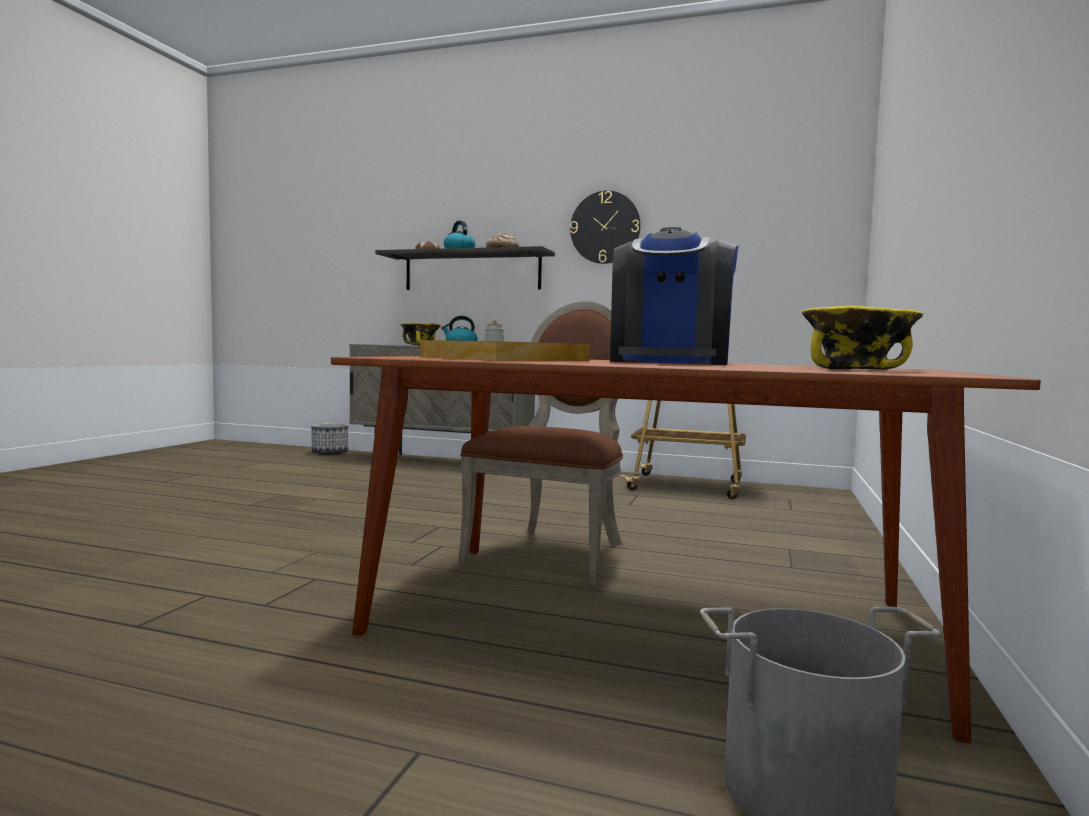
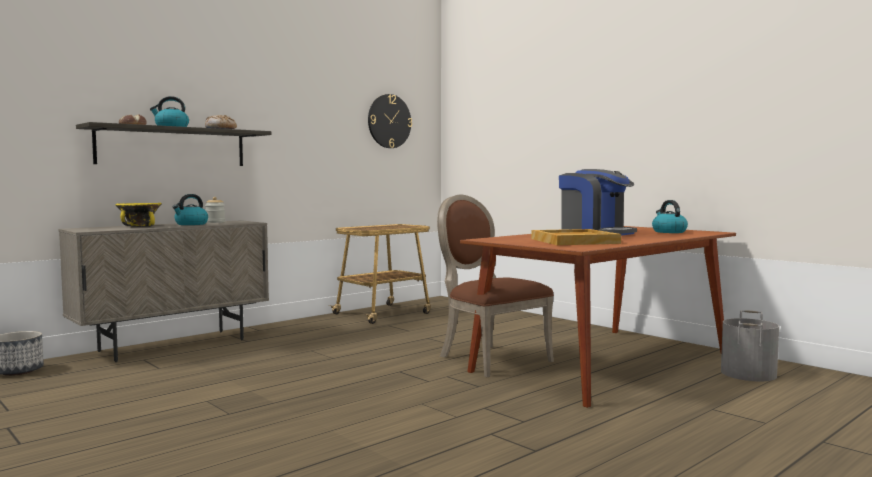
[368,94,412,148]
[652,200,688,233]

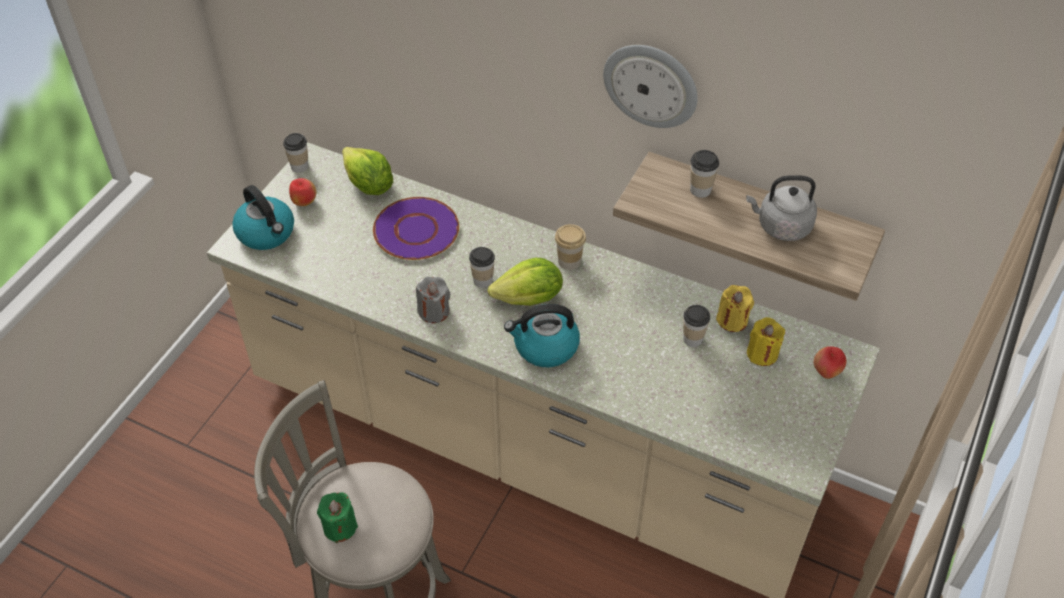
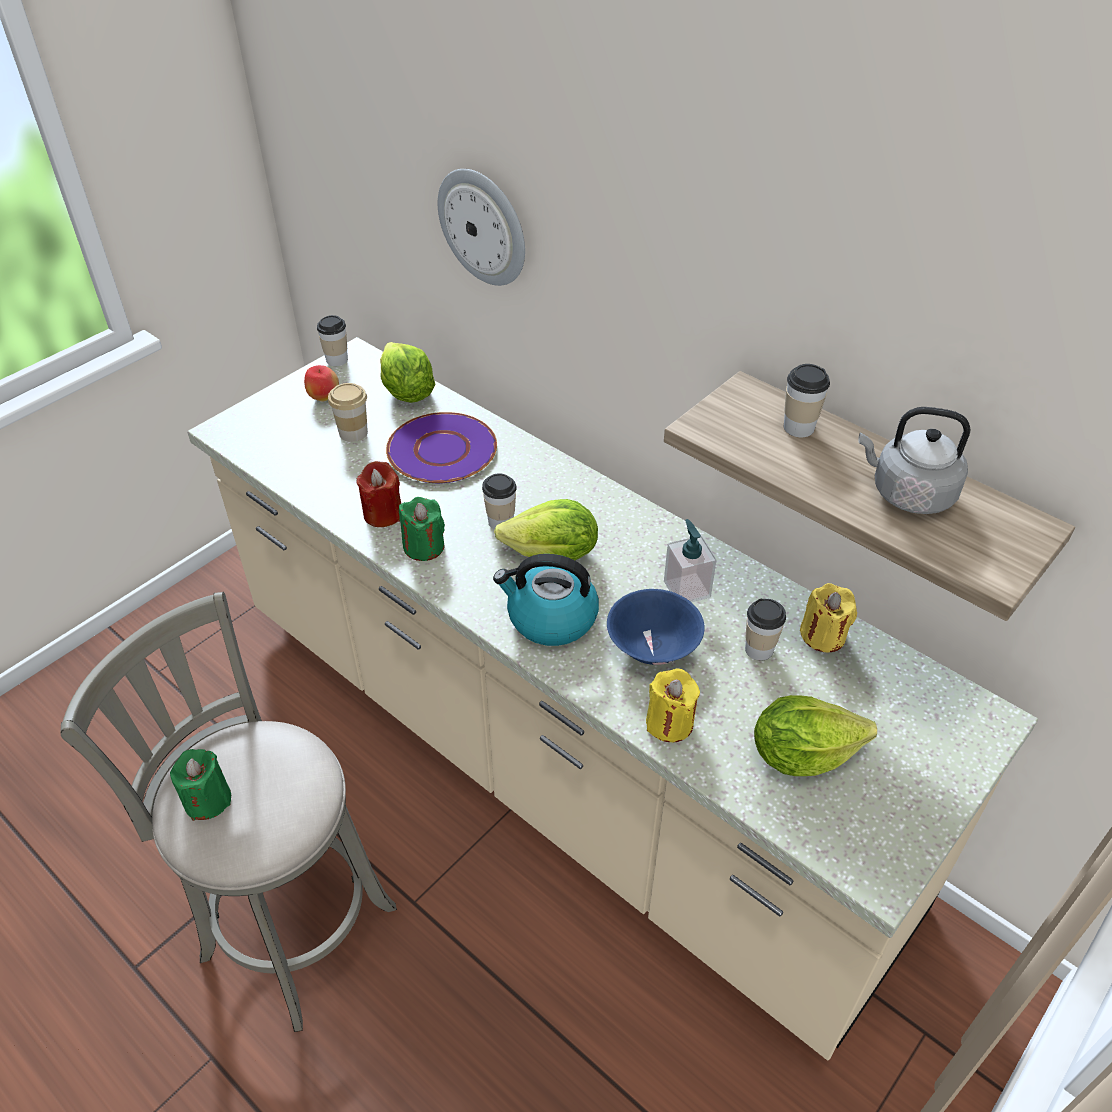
[232,185,294,250] (first image)
[399,497,445,561]
[328,383,368,442]
[438,169,525,286]
[646,668,700,742]
[814,346,846,379] (first image)
[356,461,401,527]
[607,589,705,665]
[664,519,717,602]
[754,695,877,776]

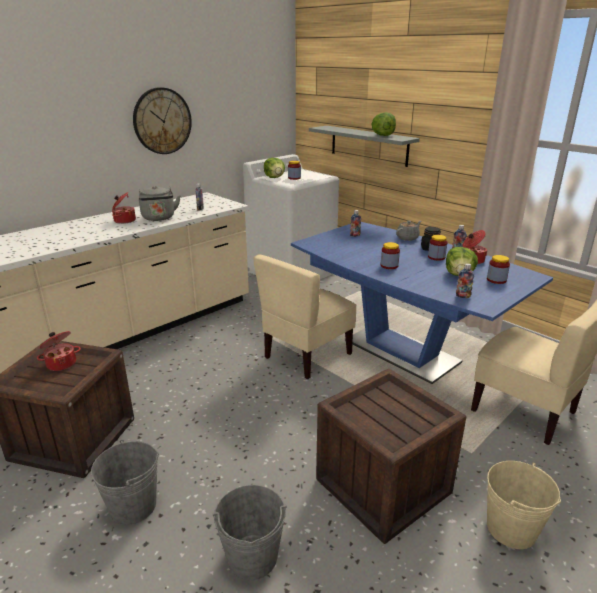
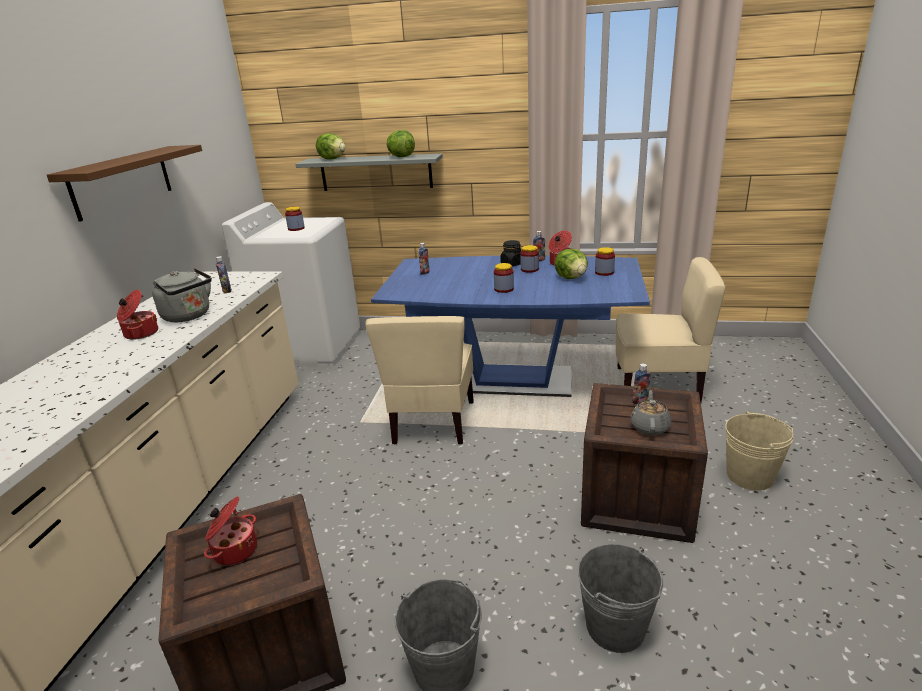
[47,145,202,222]
[316,133,345,159]
[630,390,672,435]
[633,364,650,405]

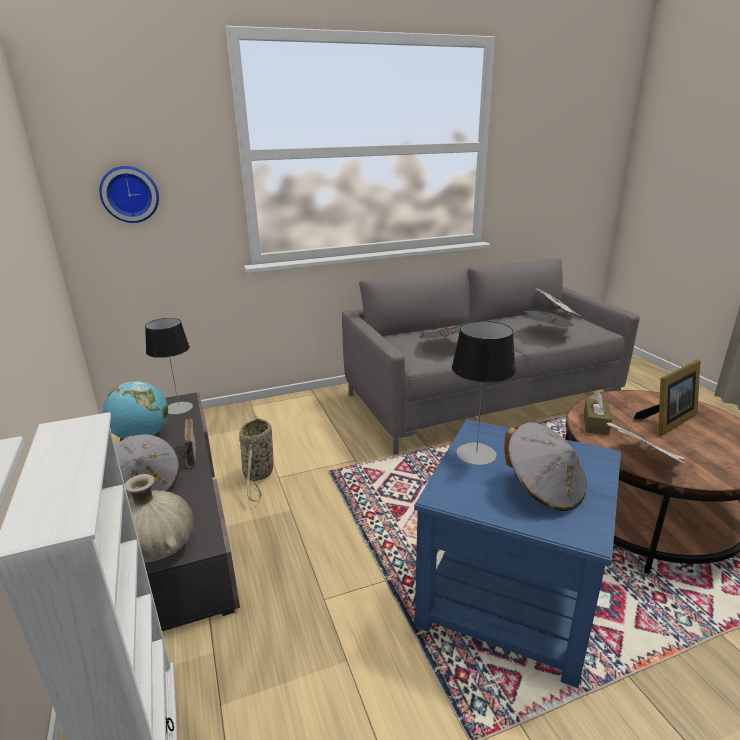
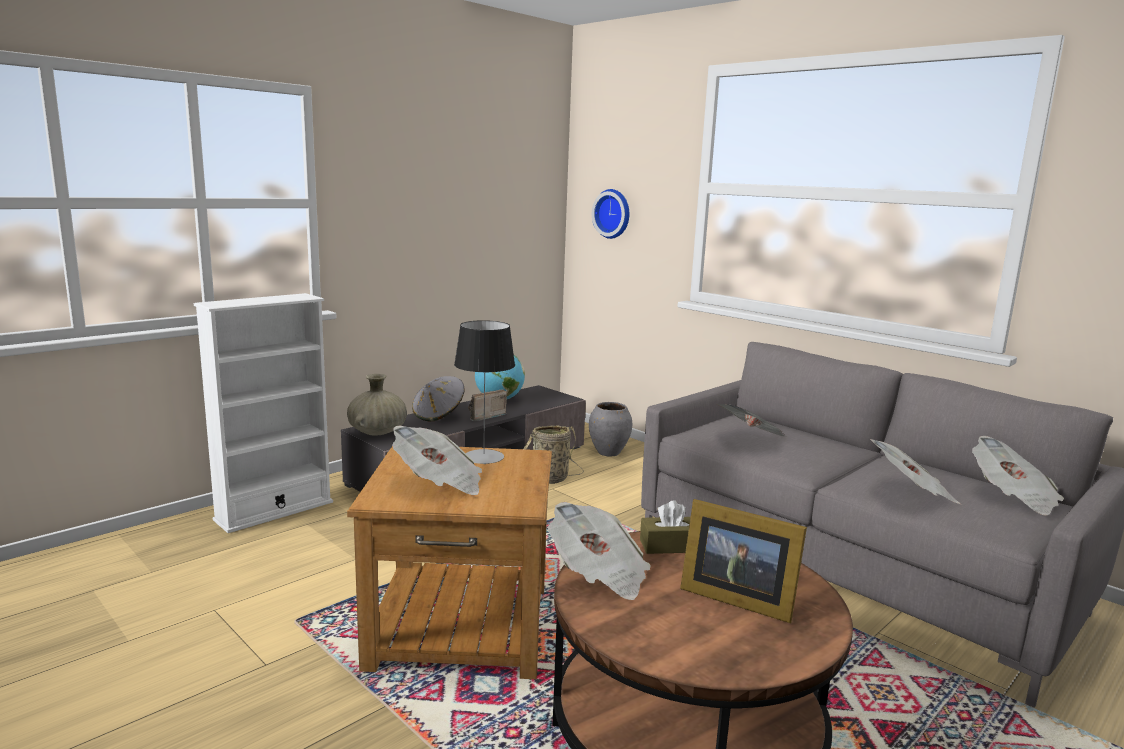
[145,318,193,414] (first image)
[347,446,552,679]
[392,426,482,495]
[589,402,632,456]

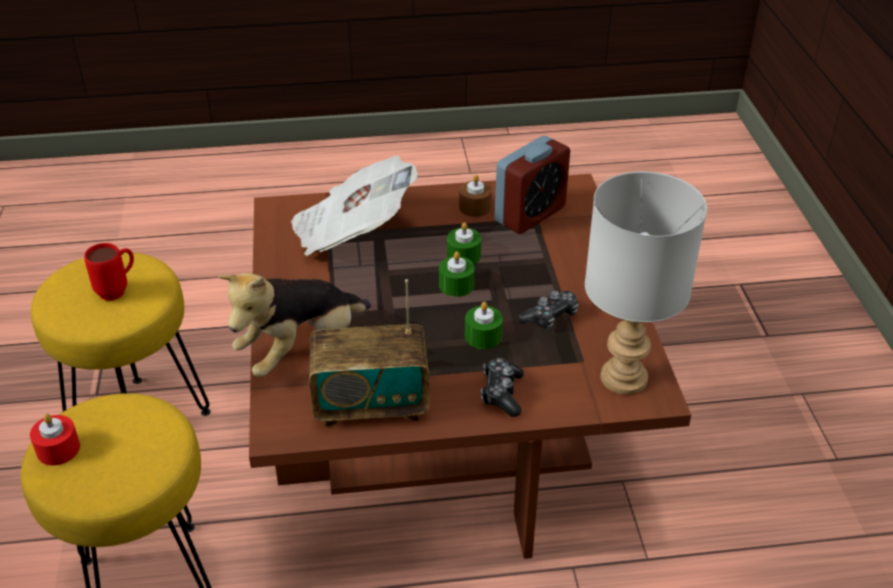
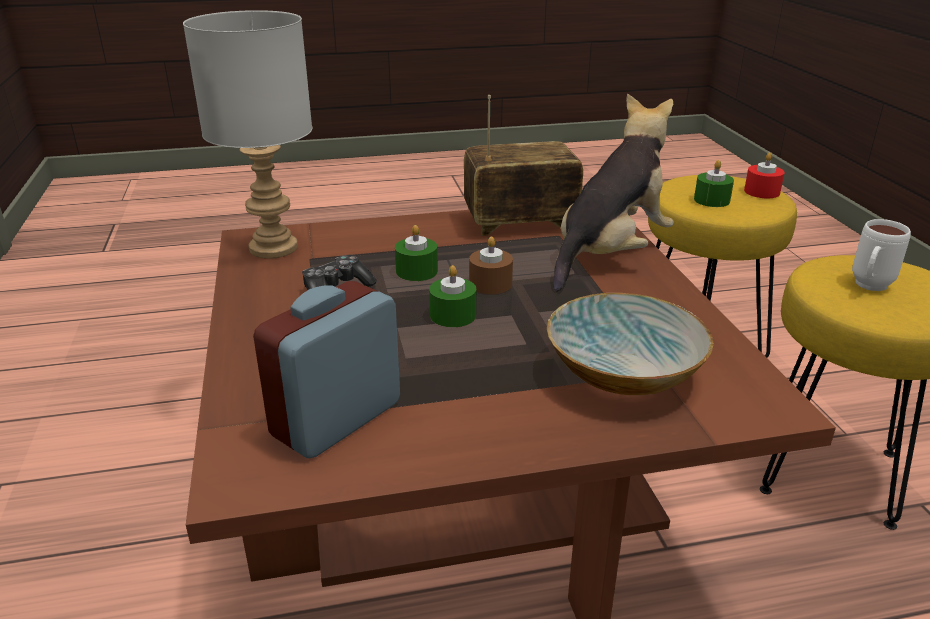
[852,219,911,291]
[547,293,714,395]
[694,160,734,207]
[469,236,513,294]
[481,358,524,417] (first image)

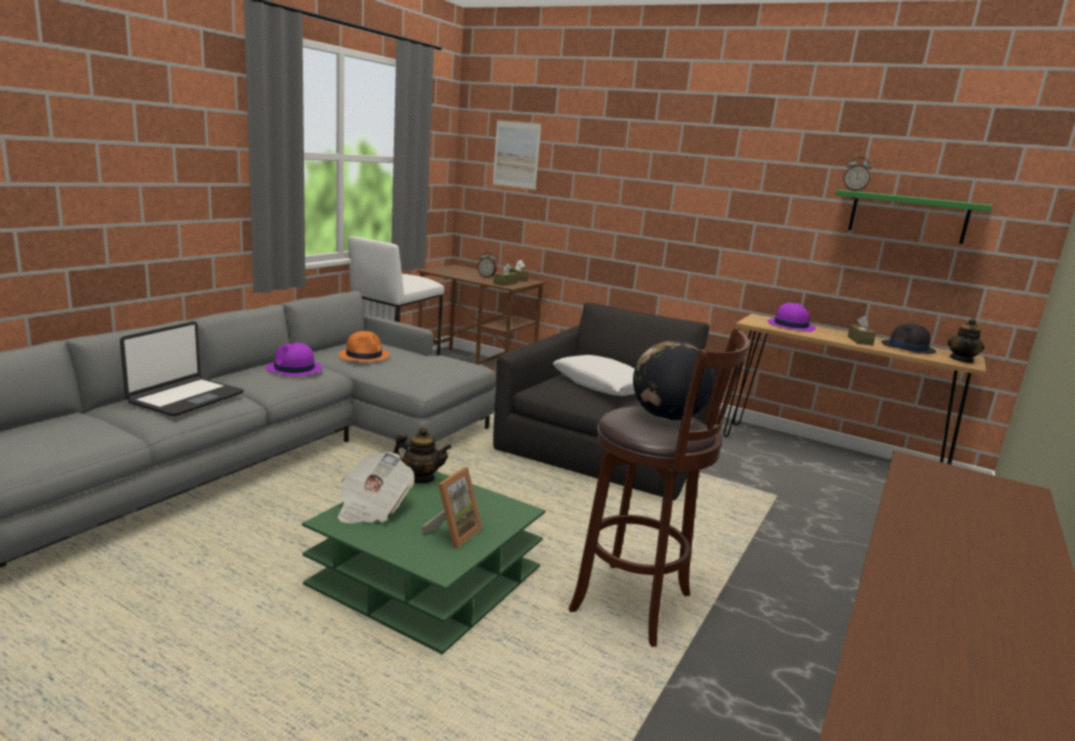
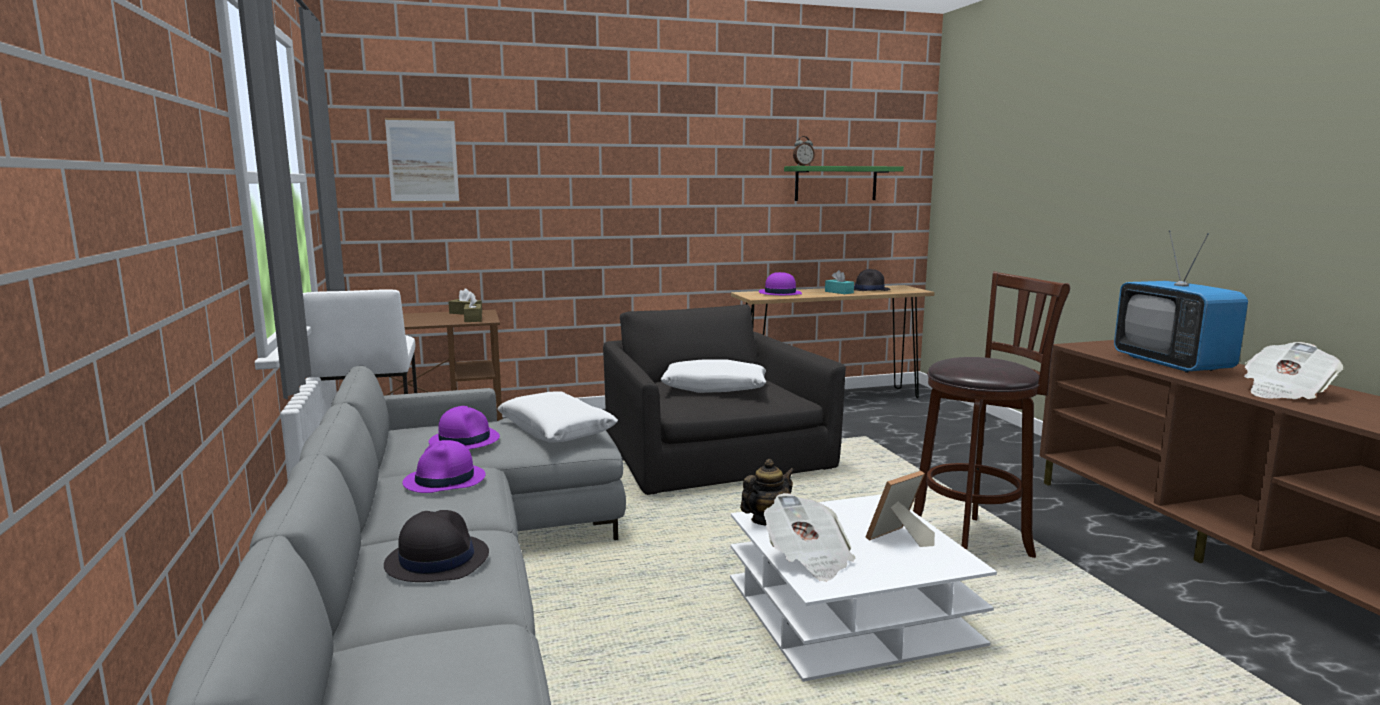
[384,510,489,582]
[730,494,997,682]
[429,406,500,450]
[866,471,935,547]
[478,252,497,278] (first image)
[633,341,714,421] (first image)
[825,270,854,294]
[948,318,985,363] (first image)
[497,391,618,443]
[1114,230,1248,373]
[1244,342,1343,399]

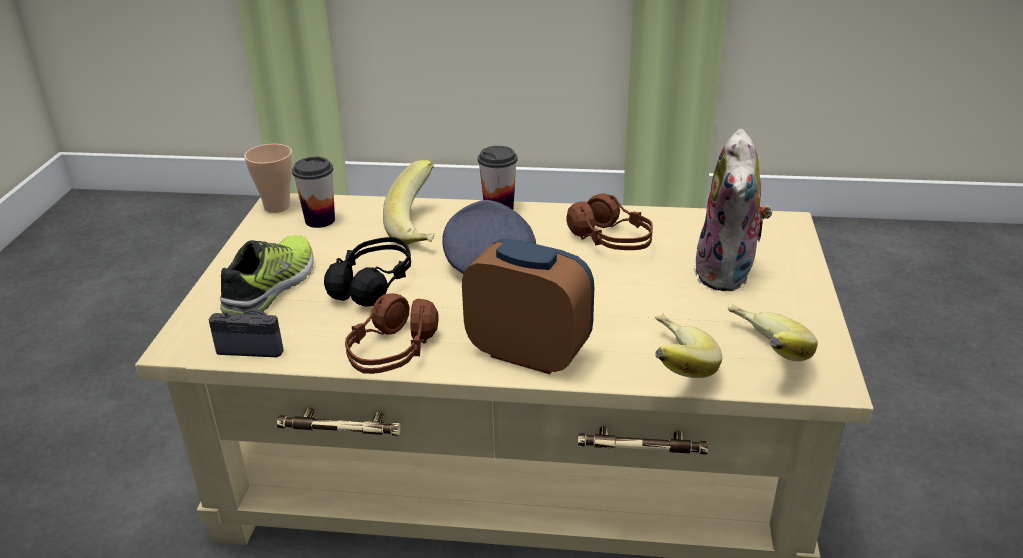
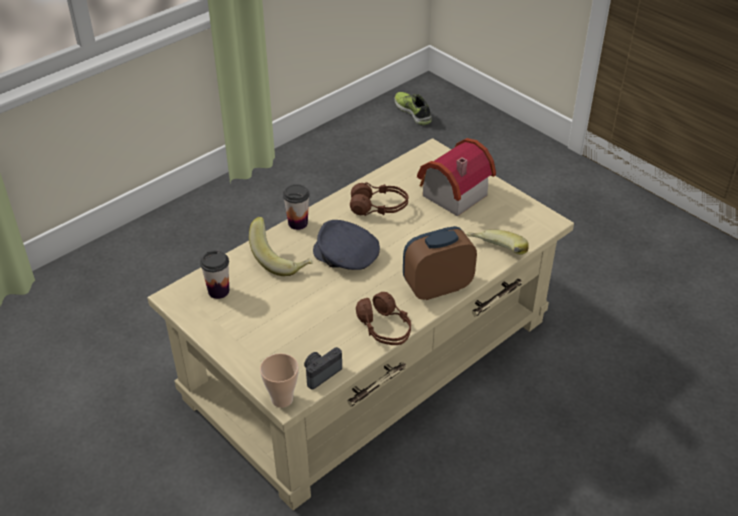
[394,92,432,125]
[260,353,299,408]
[324,237,411,307] (first image)
[417,138,496,216]
[728,304,818,361] (first image)

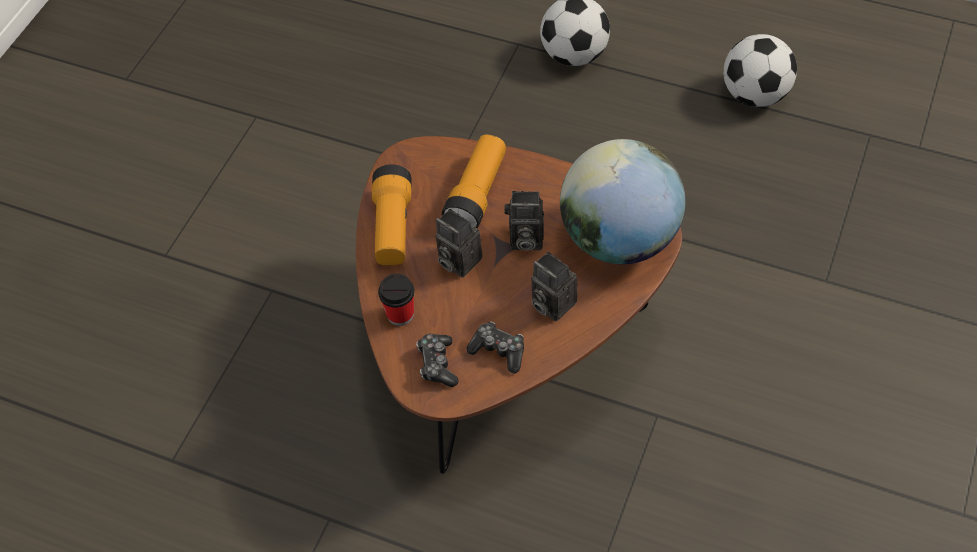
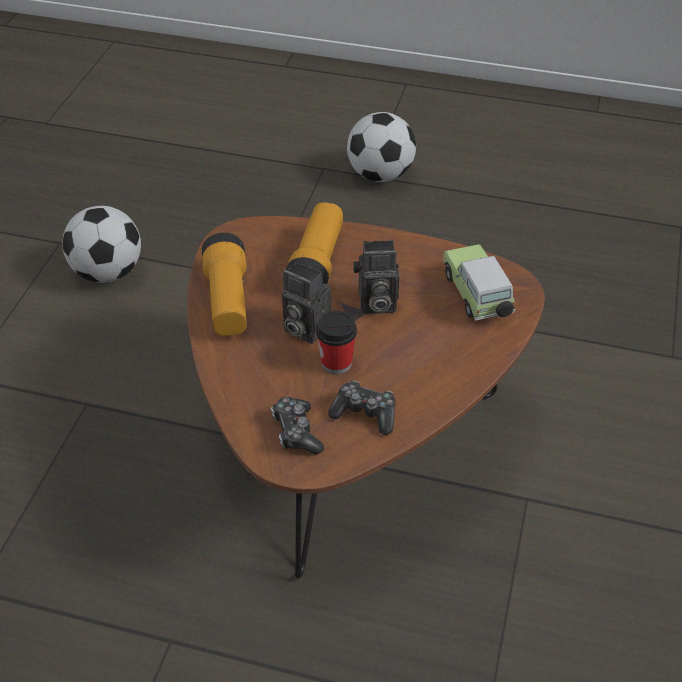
[316,311,357,374]
[531,252,578,321] (first image)
[443,244,515,321]
[62,206,141,283]

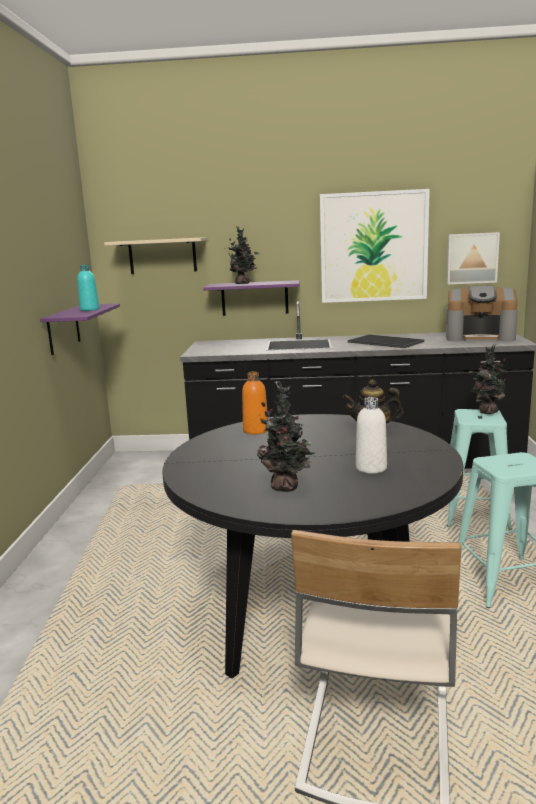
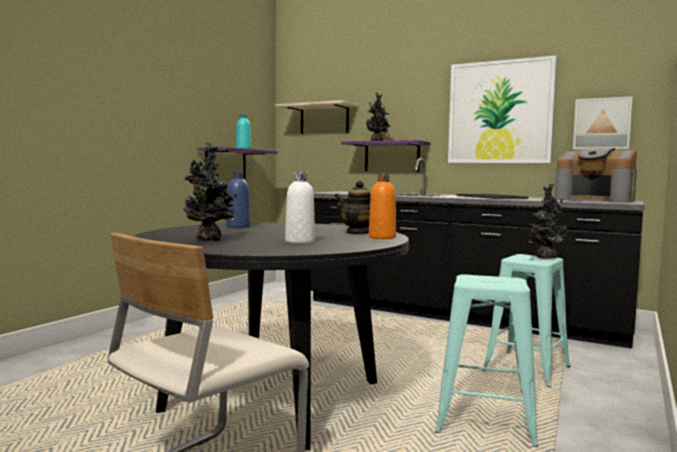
[369,174,396,239]
[226,172,250,228]

